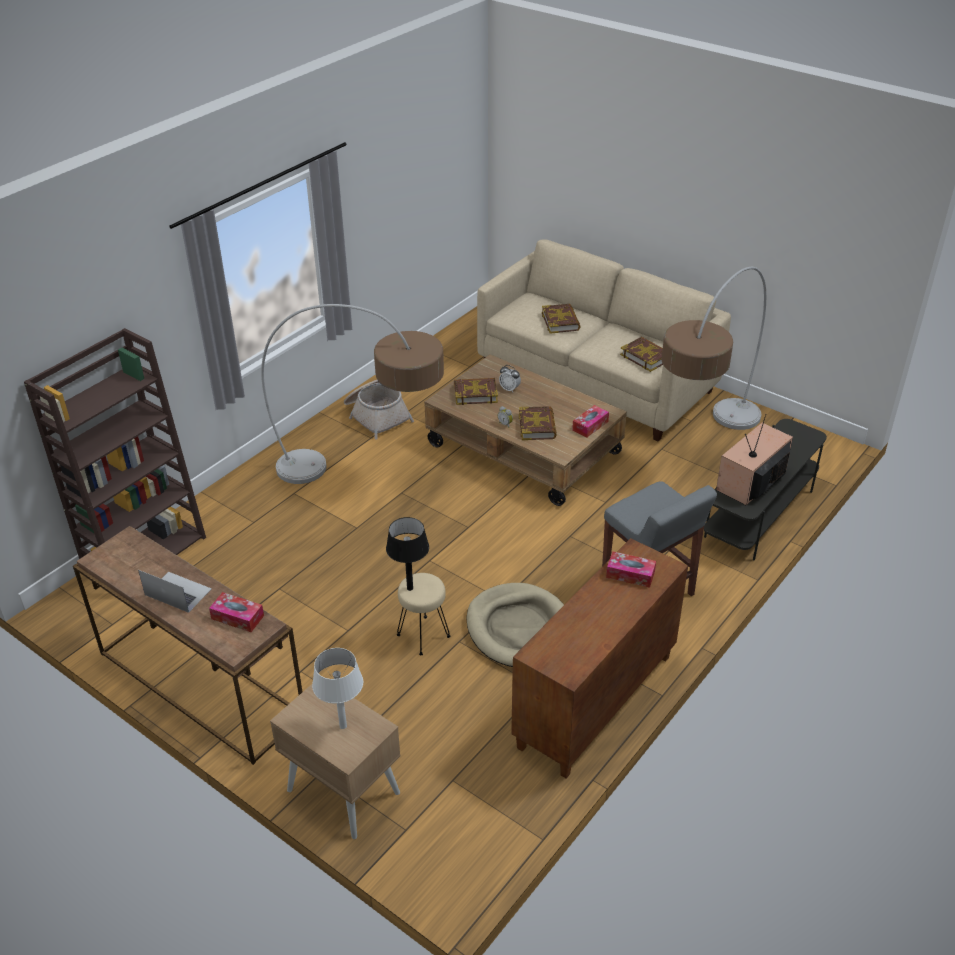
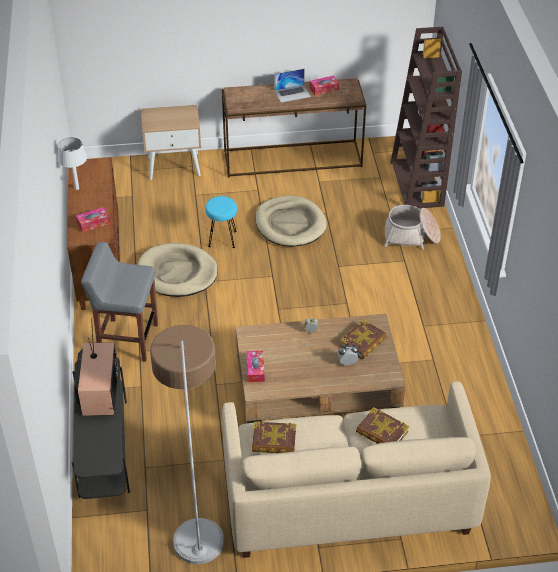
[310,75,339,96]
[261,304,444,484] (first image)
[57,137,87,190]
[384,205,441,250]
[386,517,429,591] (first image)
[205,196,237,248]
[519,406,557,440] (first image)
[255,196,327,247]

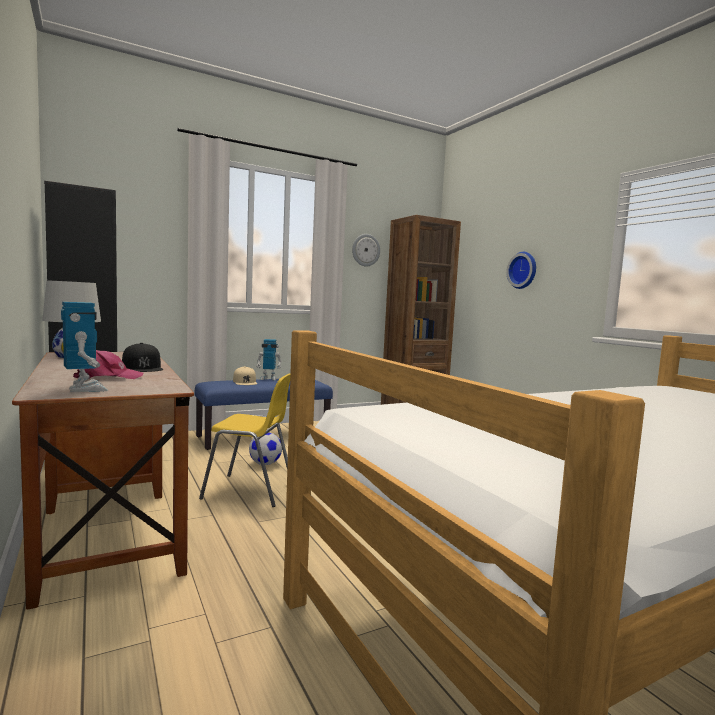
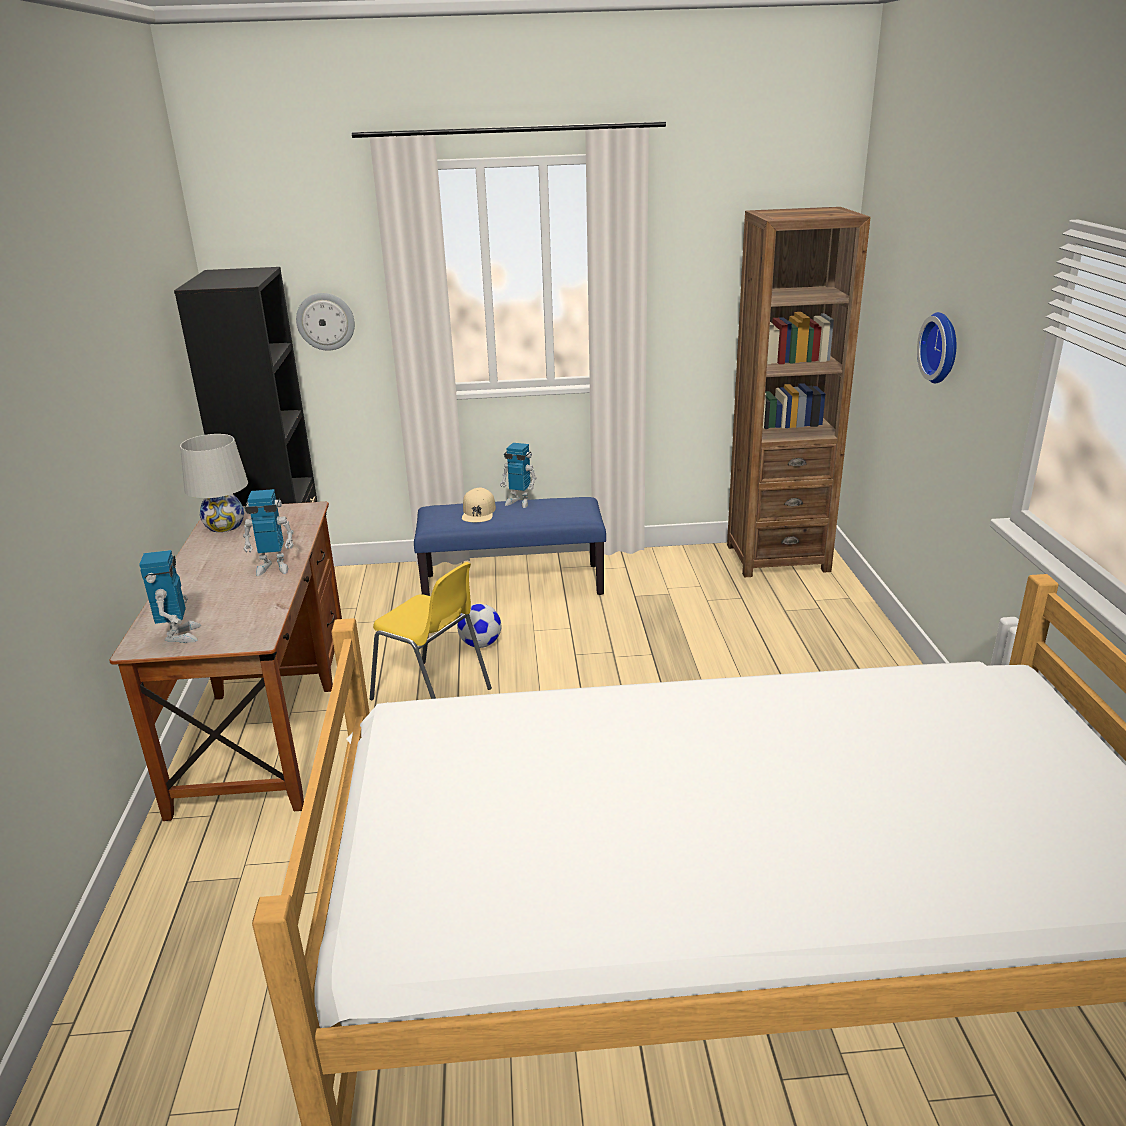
[73,350,143,379] (first image)
[243,489,294,576]
[296,293,355,351]

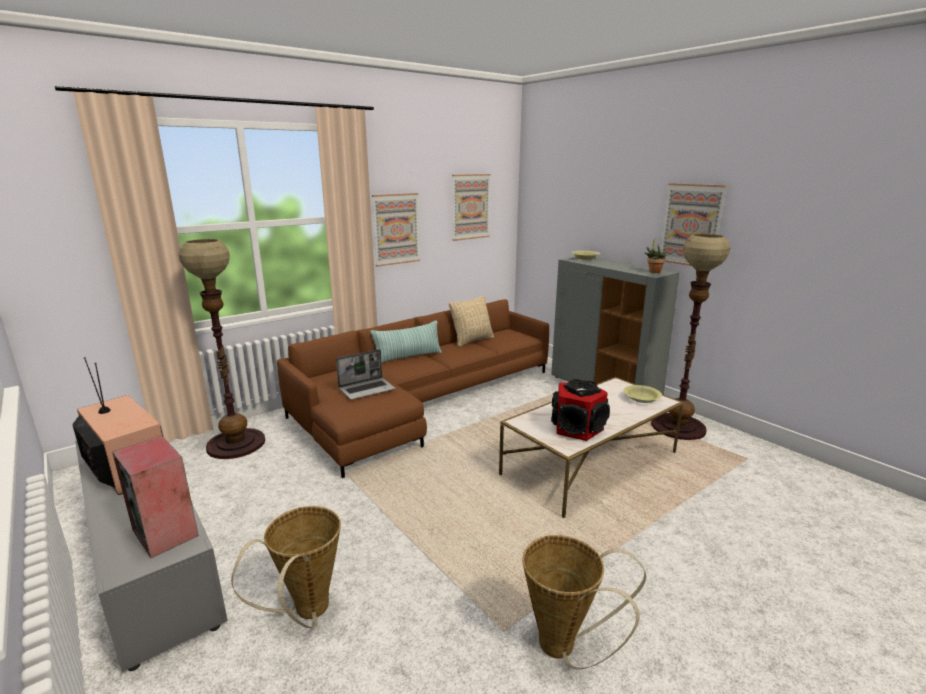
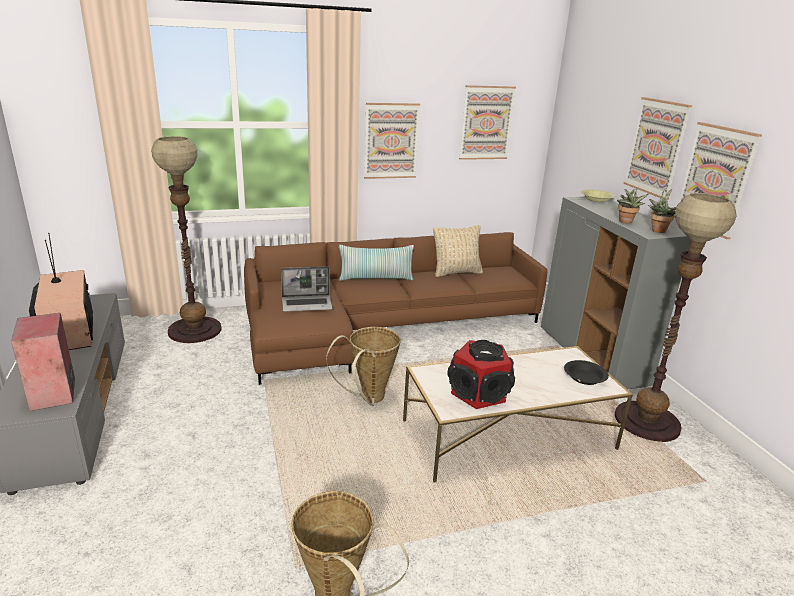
[326,327,401,406]
[564,360,609,385]
[617,187,648,223]
[623,97,692,200]

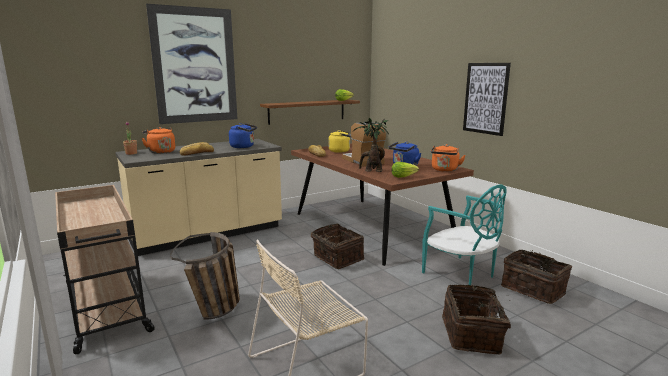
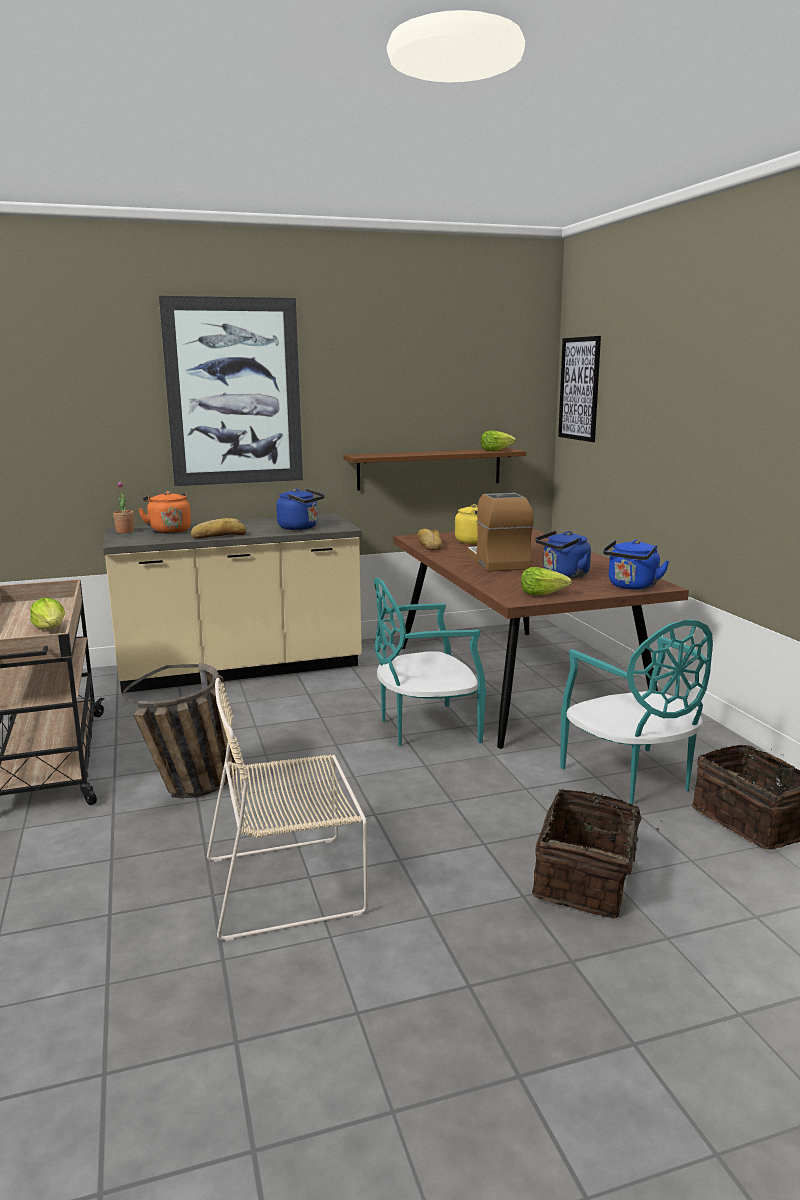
[374,578,486,746]
[353,118,389,172] (first image)
[603,539,669,590]
[558,336,601,442]
[30,598,65,629]

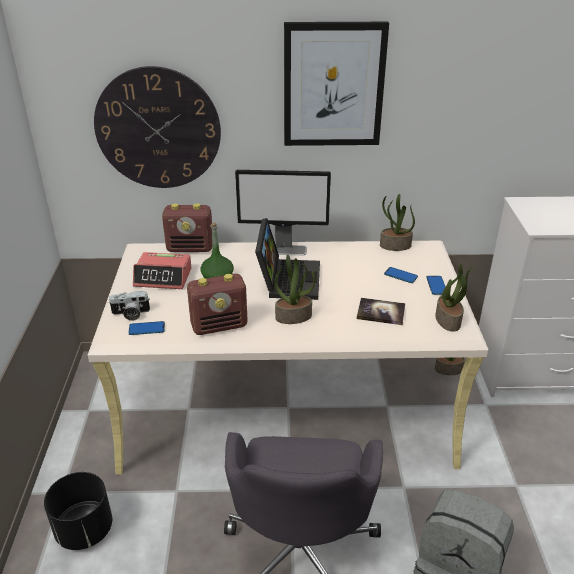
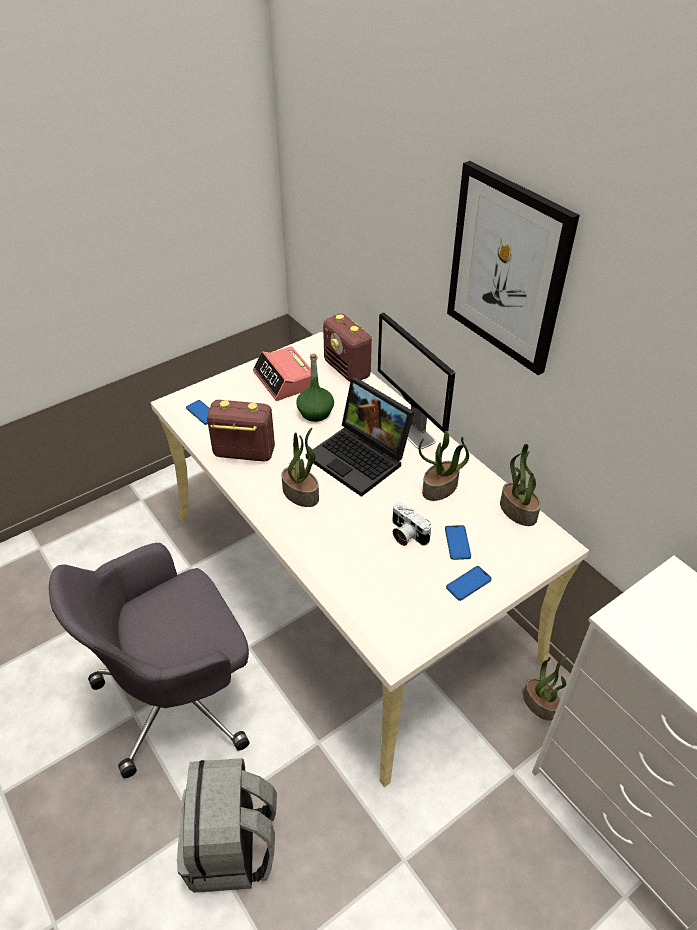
[44,472,112,550] (first image)
[94,66,221,188] (first image)
[392,502,431,546]
[207,400,275,462]
[306,377,414,497]
[357,298,405,325] (first image)
[418,431,469,501]

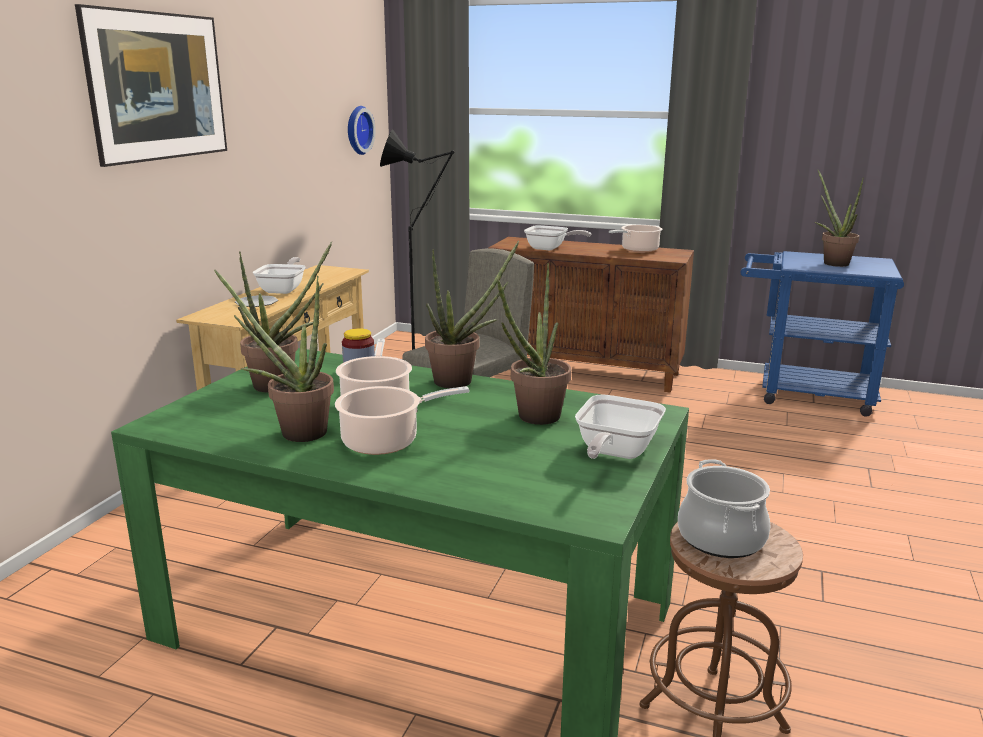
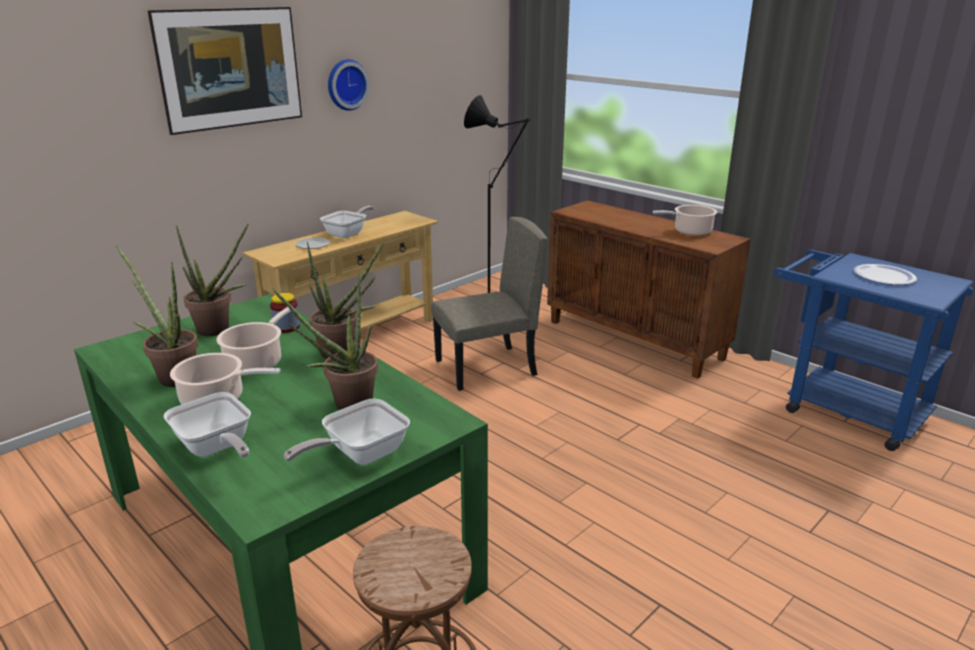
[328,59,370,111]
[164,392,251,458]
[678,459,771,558] (first image)
[853,264,917,285]

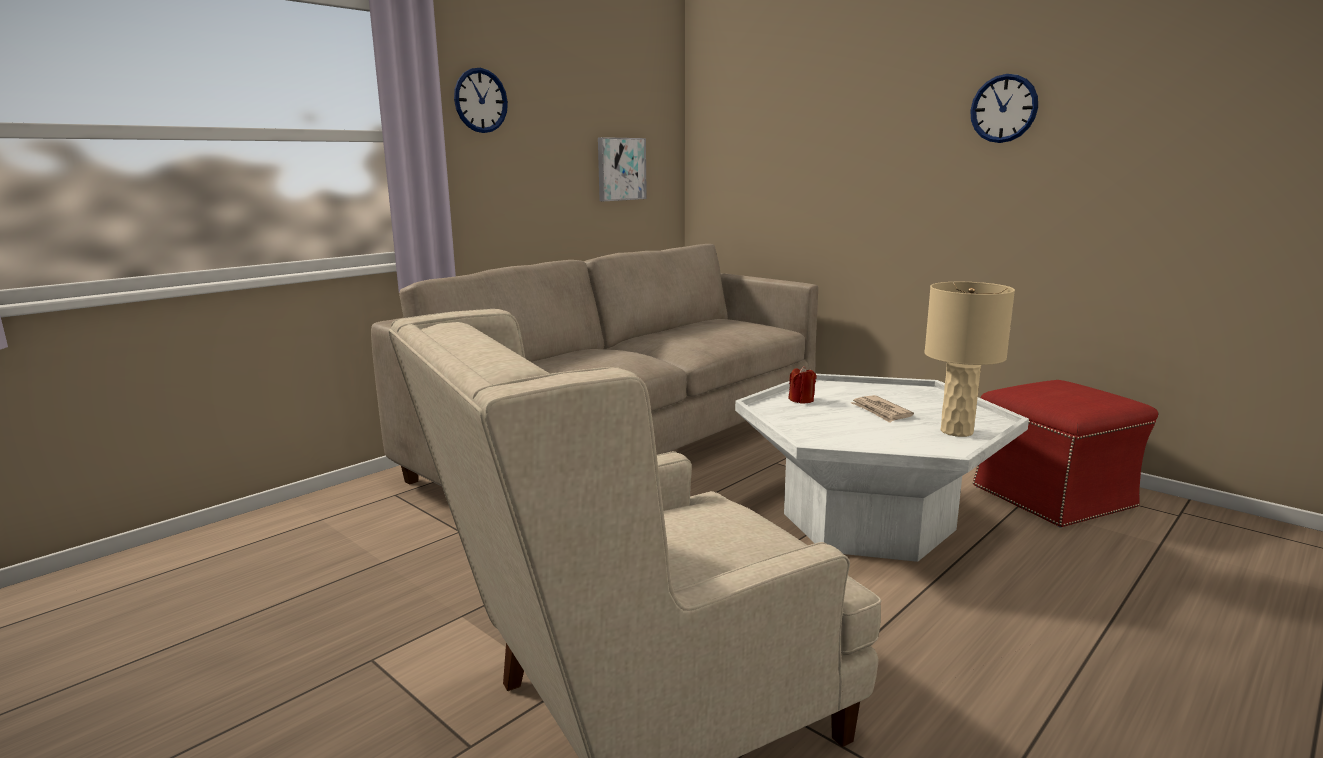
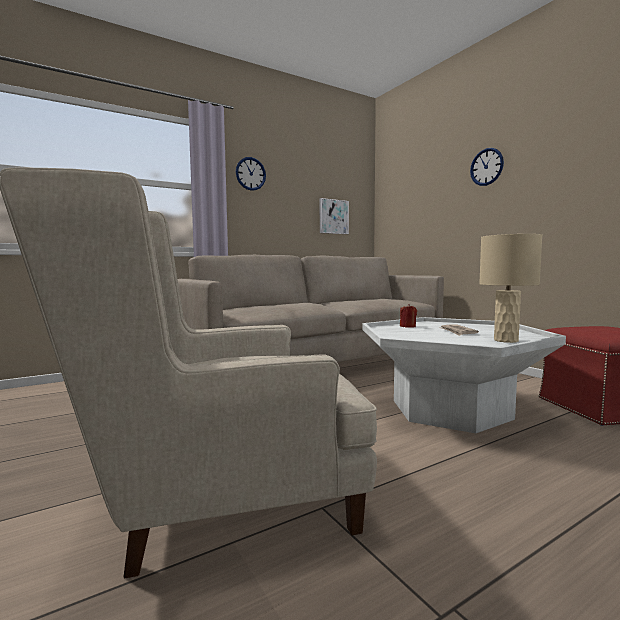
[470,148,504,186]

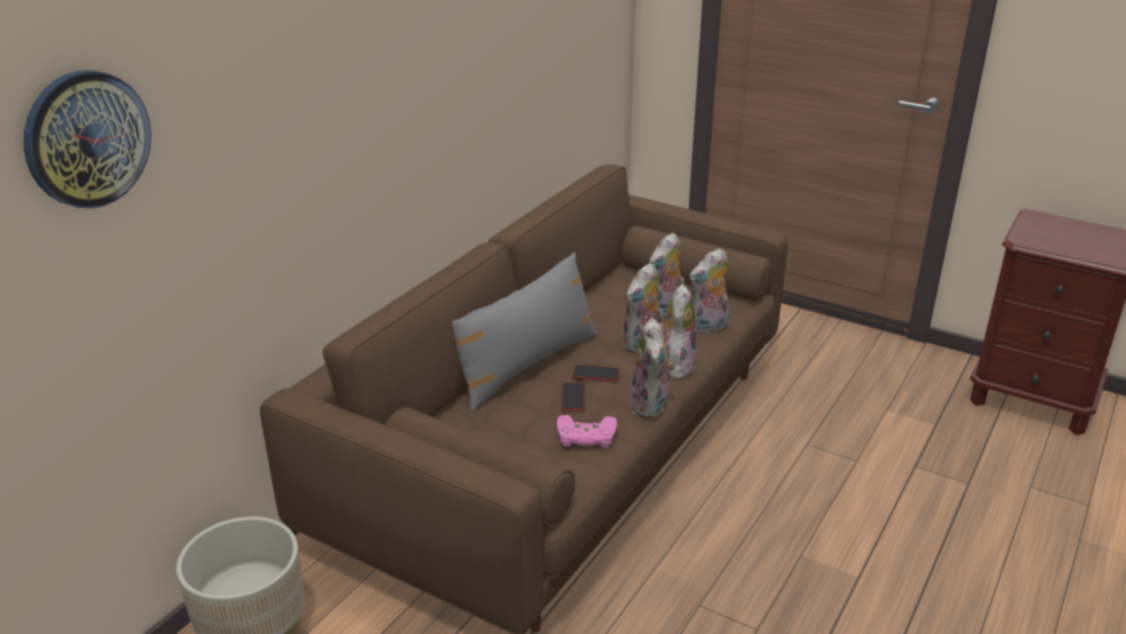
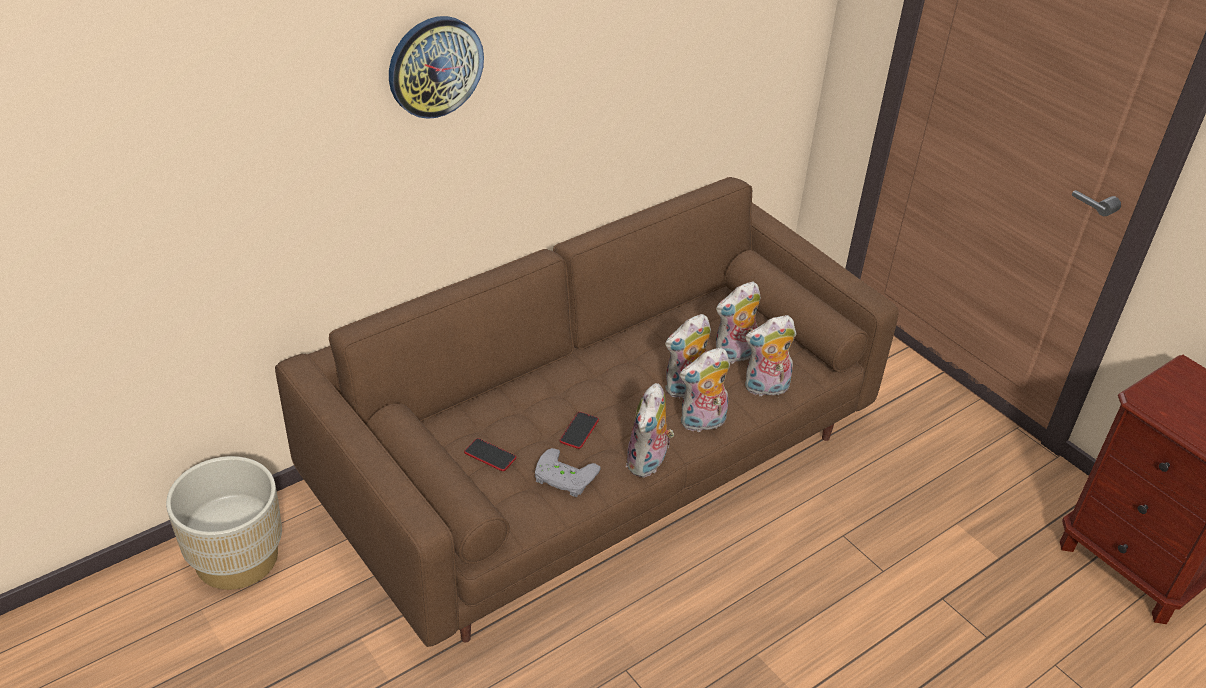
[389,16,484,119]
[452,252,598,412] (first image)
[535,448,601,497]
[464,438,516,471]
[680,347,730,432]

